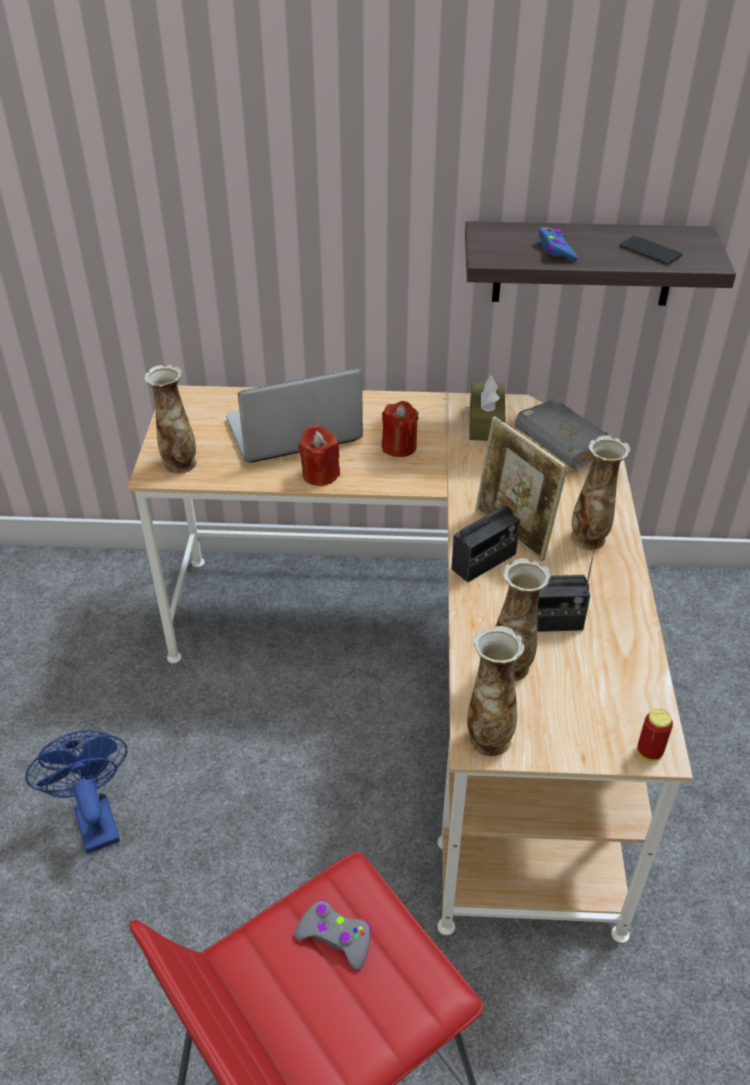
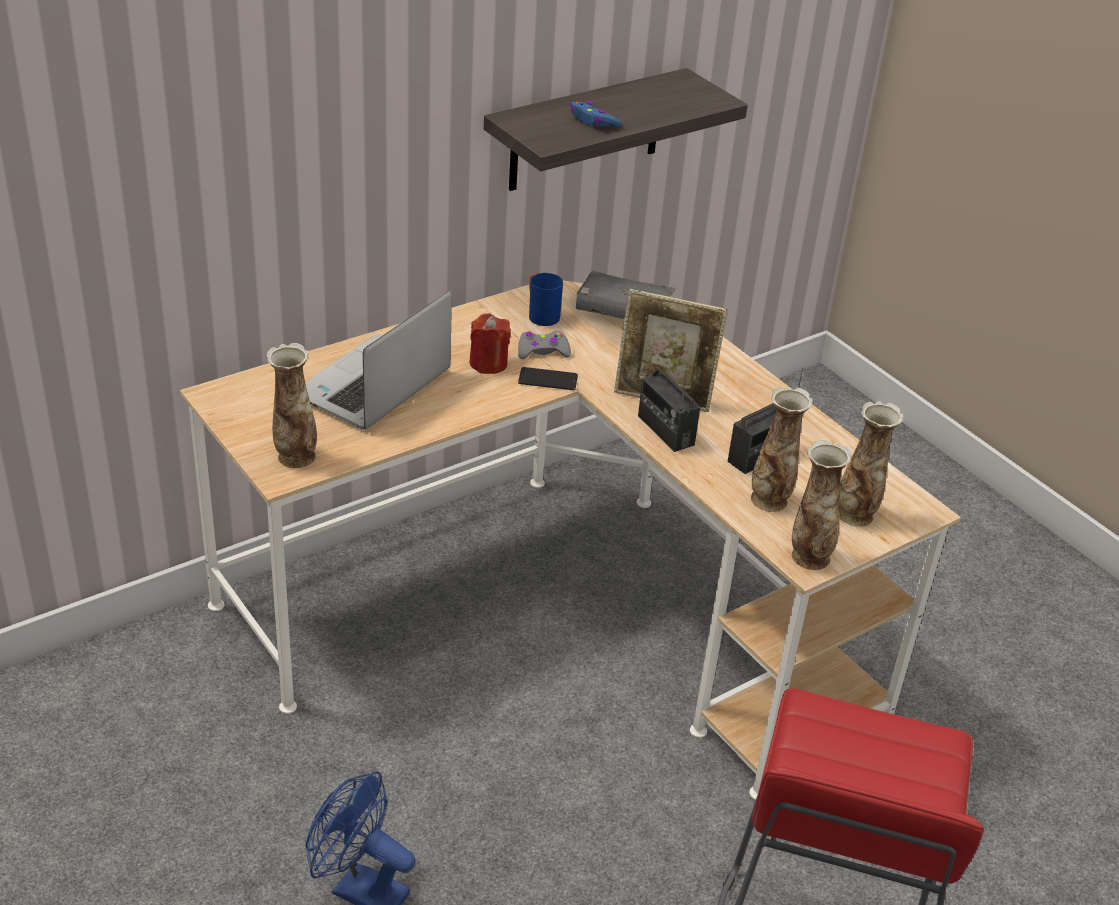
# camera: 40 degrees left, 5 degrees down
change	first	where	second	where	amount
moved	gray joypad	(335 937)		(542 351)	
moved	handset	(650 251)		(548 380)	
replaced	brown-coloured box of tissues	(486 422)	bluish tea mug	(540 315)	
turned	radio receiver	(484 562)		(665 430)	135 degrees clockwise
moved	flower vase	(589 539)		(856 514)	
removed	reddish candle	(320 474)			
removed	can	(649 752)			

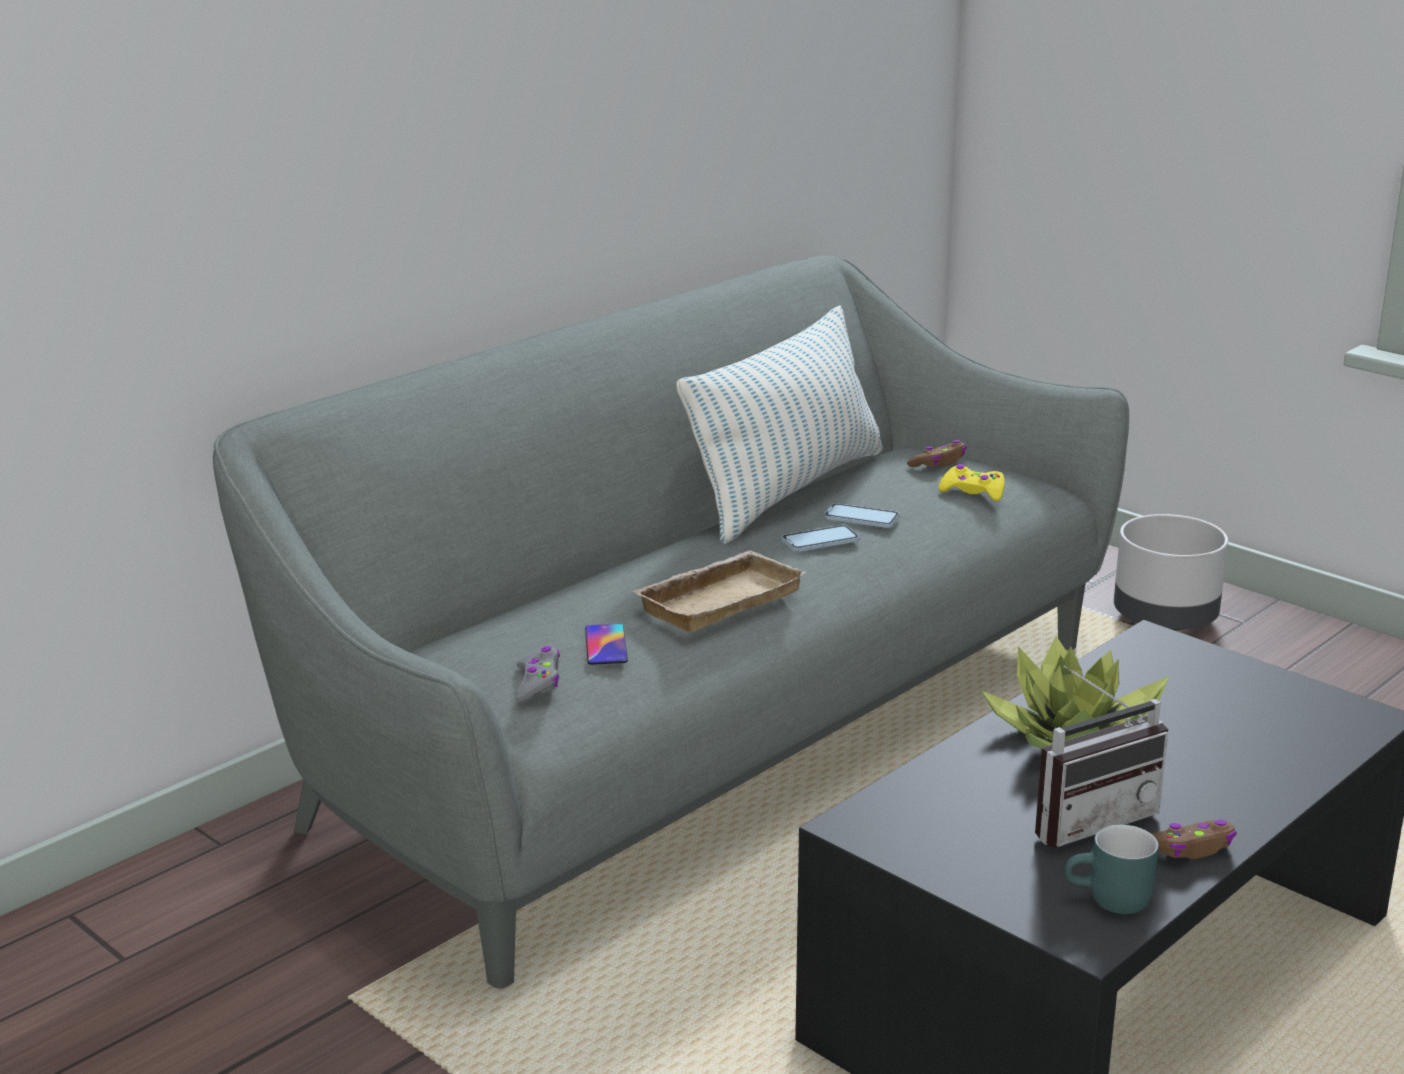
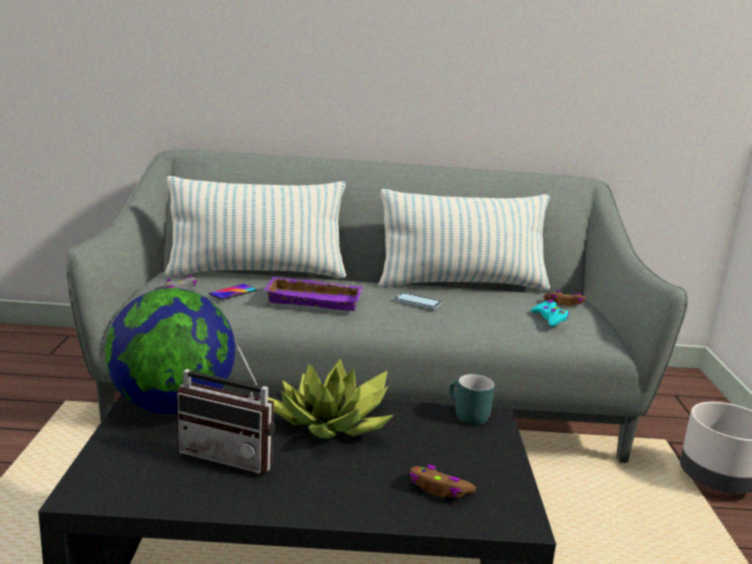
# camera: 45 degrees right, 5 degrees down
change	first	where	second	where	amount
added			desk globe	(172 406)	
added			pillow	(257 273)	
recoloured	beige serving tray	(718 599)	purple-coloured serving tray	(315 299)	
moved	brown-coloured joypad	(1190 848)		(439 489)	
moved	turquoise-coloured tea mug	(1110 901)		(466 416)	
recoloured	yellowish joypad	(973 491)	turquoise-coloured joypad	(549 318)	
removed	handset	(861 518)			

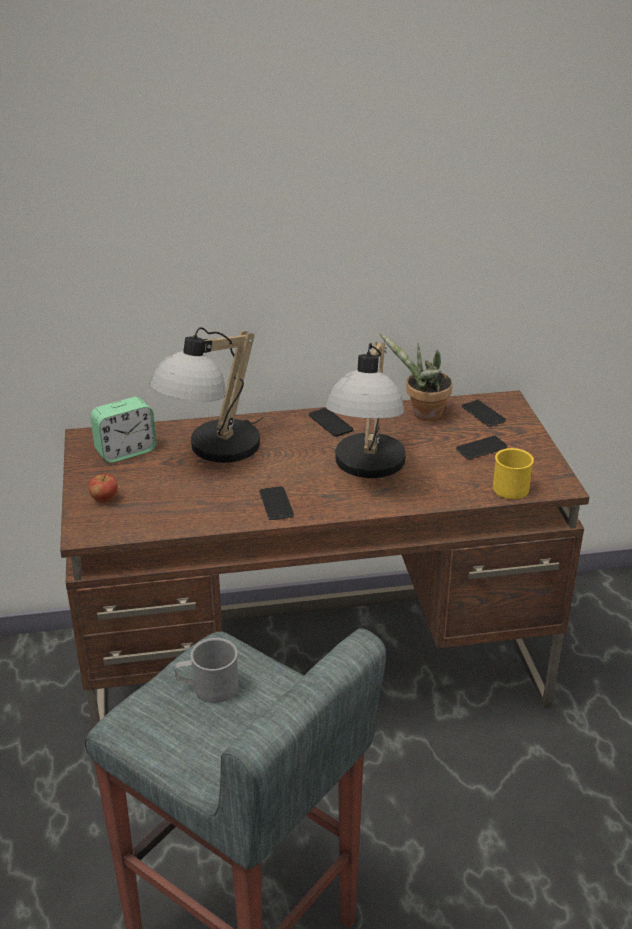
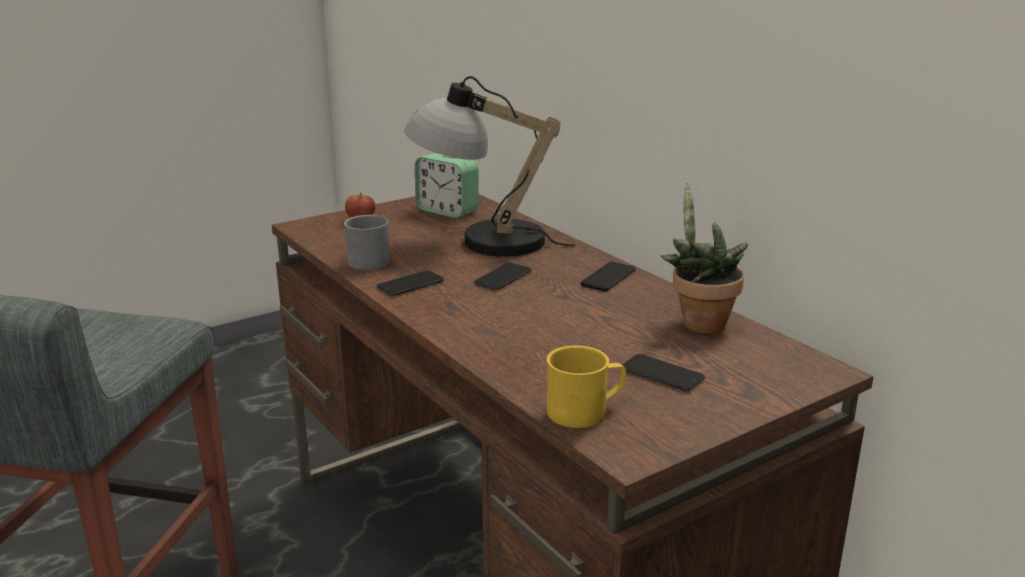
# camera: 65 degrees right, 10 degrees down
change	first	where	second	where	amount
moved	gray tea mug	(208 687)		(366 260)	
moved	handset	(483 414)		(503 277)	
removed	table lamp	(367 470)			

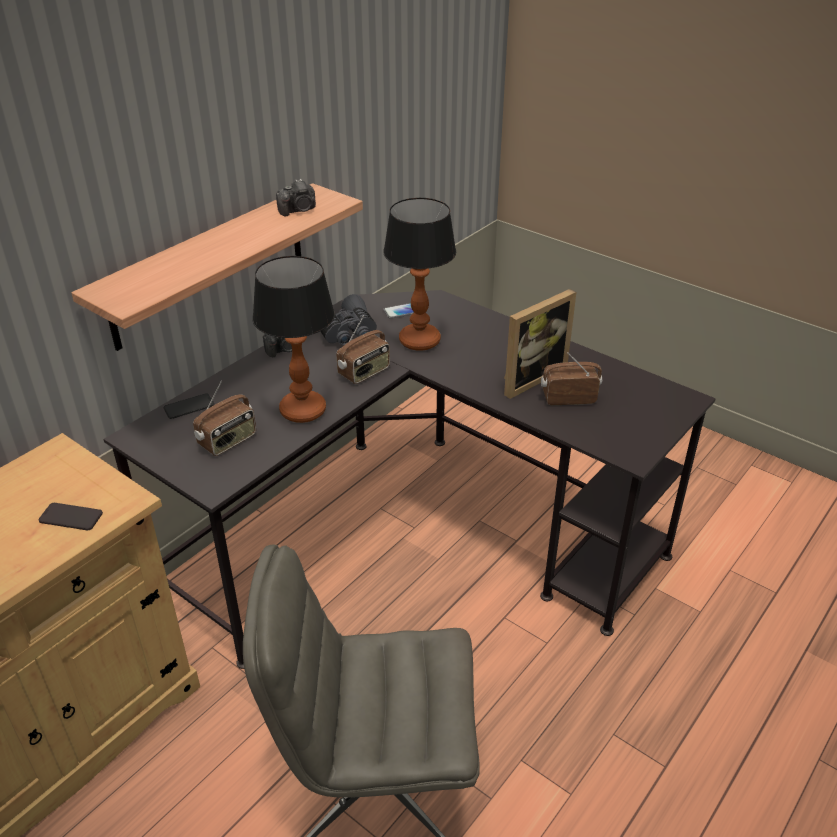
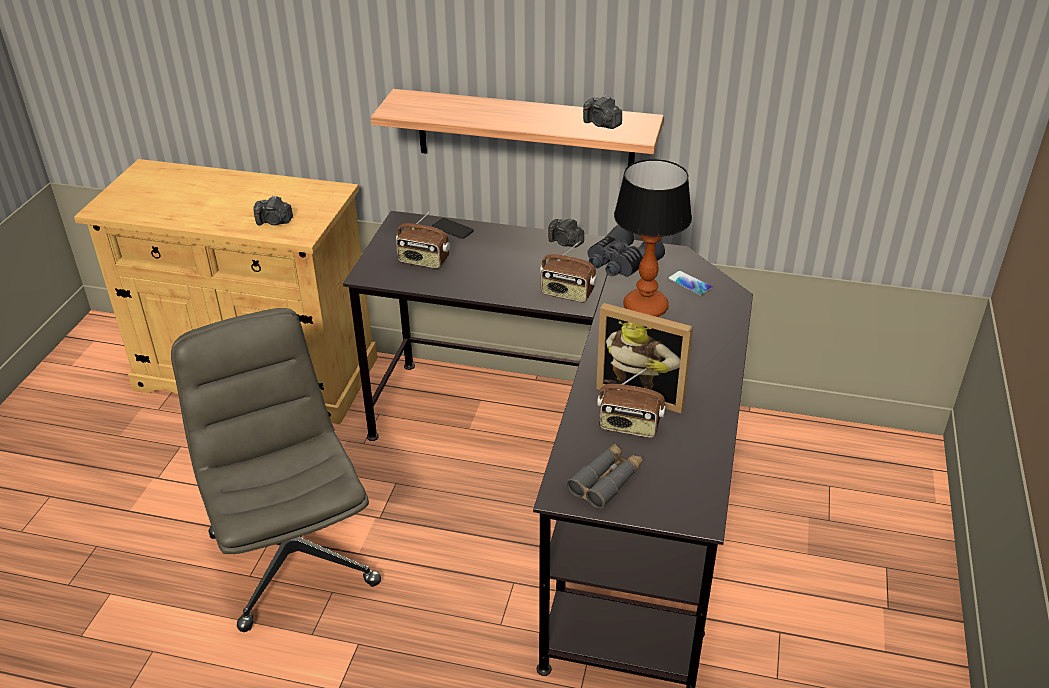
# camera: 65 degrees right, 0 degrees up
change	first	where	second	where	amount
replaced	handset	(71 517)	photo camera	(274 222)	
added			gray binoculars	(606 481)	
turned	radio receiver	(568 398)		(629 426)	135 degrees clockwise
removed	table lamp	(303 410)			

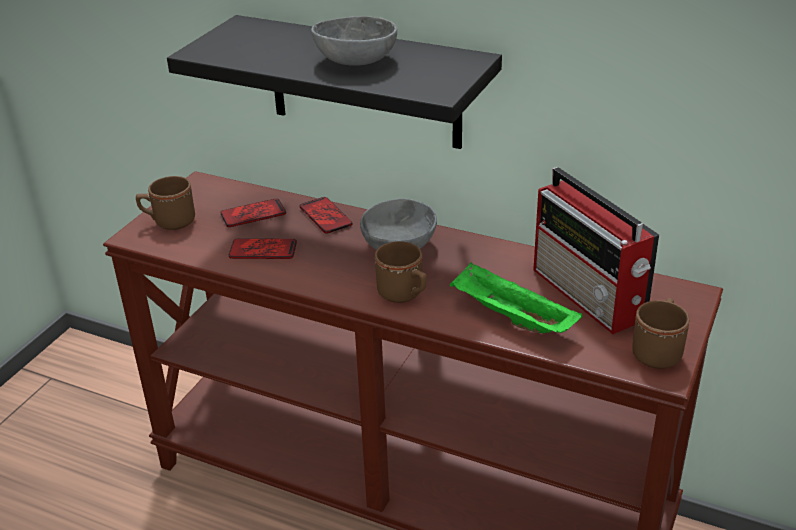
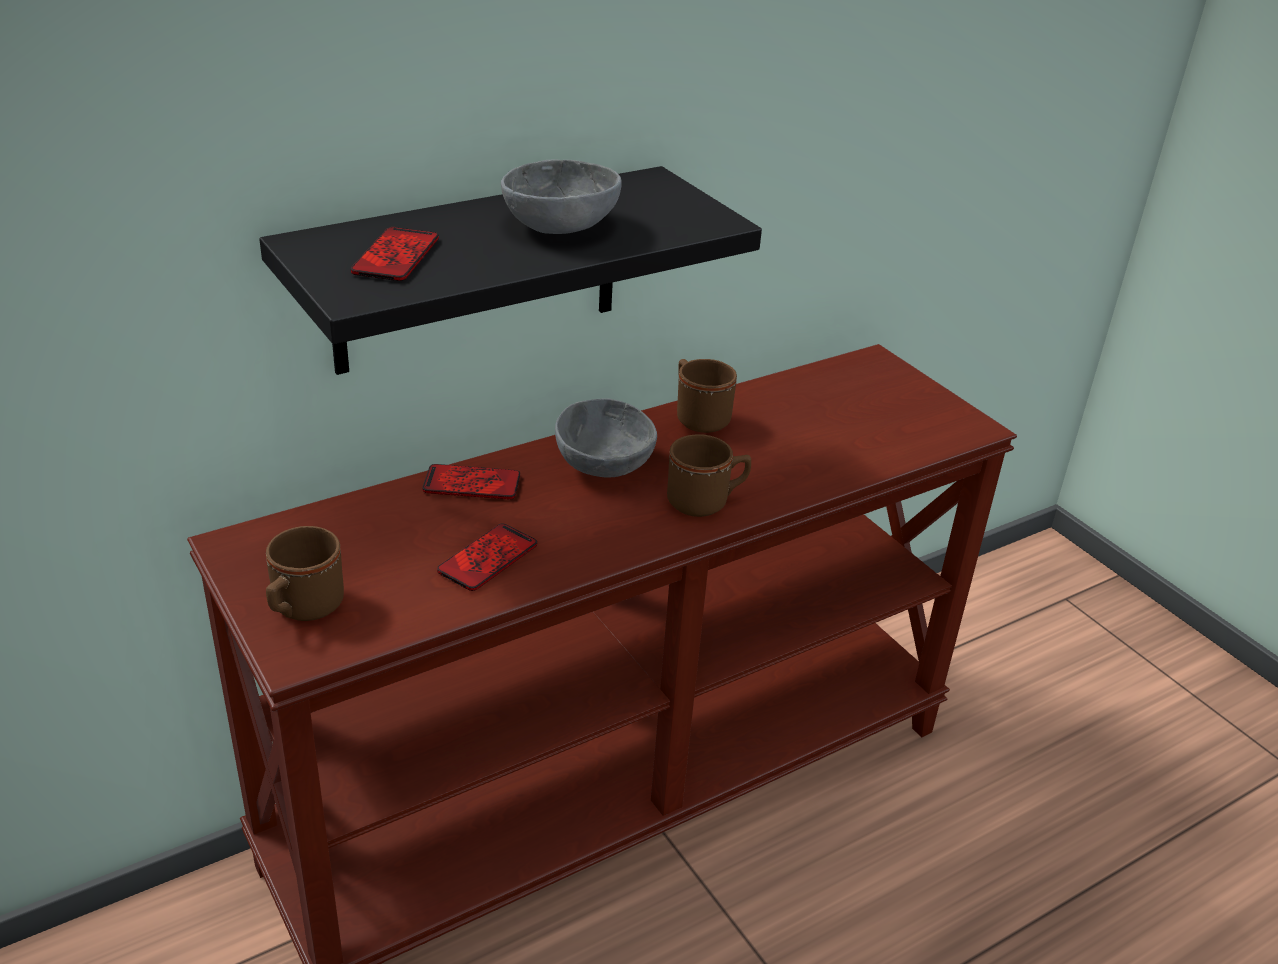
# camera: 60 degrees left, 0 degrees up
change	first	where	second	where	amount
moved	handset	(253 214)		(396 256)	
moved	brown-coloured tea mug	(658 350)		(698 416)	
removed	green-coloured serving tray	(510 318)			
removed	radio receiver	(589 296)			

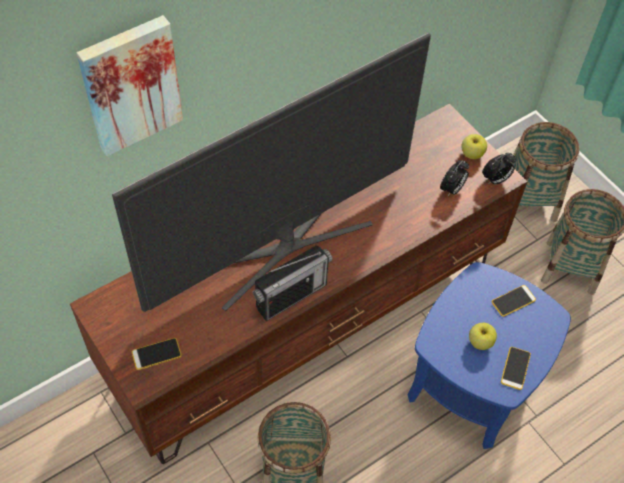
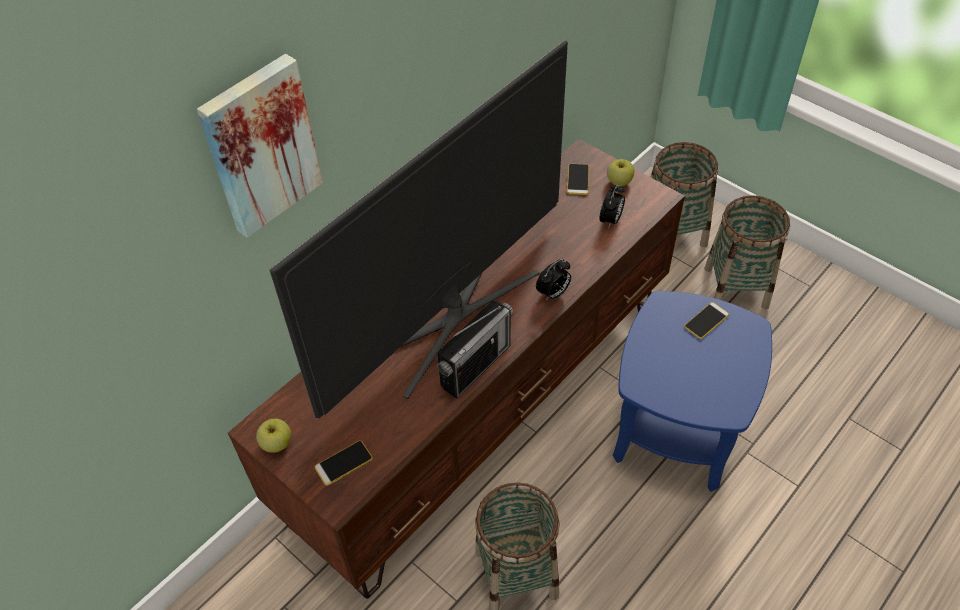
# camera: 10 degrees left, 5 degrees down
change	first	where	second	where	amount
moved	apple fruit	(480 342)		(276 443)	
moved	table clock	(495 180)		(553 293)	
moved	handset	(515 368)		(578 179)	

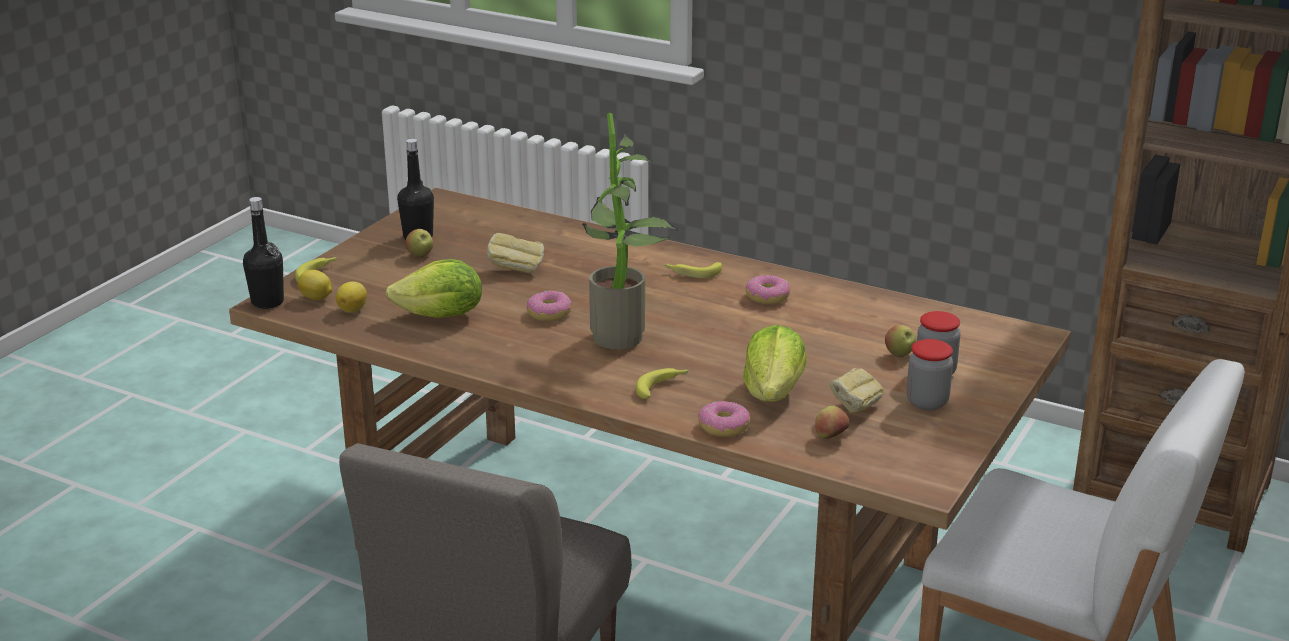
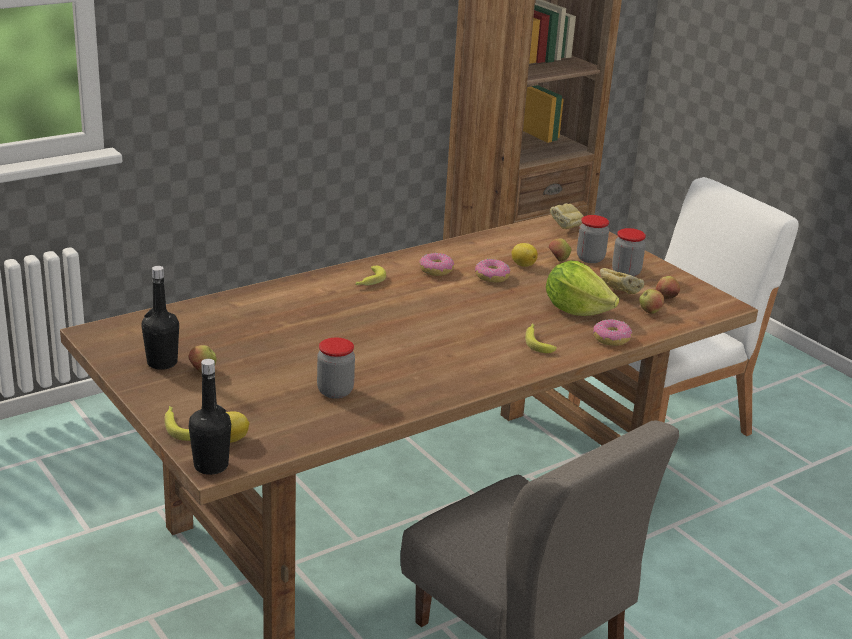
# camera: 65 degrees left, 0 degrees up
change	first	where	second	where	amount
replaced	lettuce head	(441 316)	preserve jar	(335 391)	
moved	doughnut	(549 313)		(491 277)	
moved	citrus fruit	(353 309)		(522 264)	
moved	bread	(516 270)		(565 228)	
added			apple fruit	(666 299)	
removed	plant in a pot	(626 338)			

